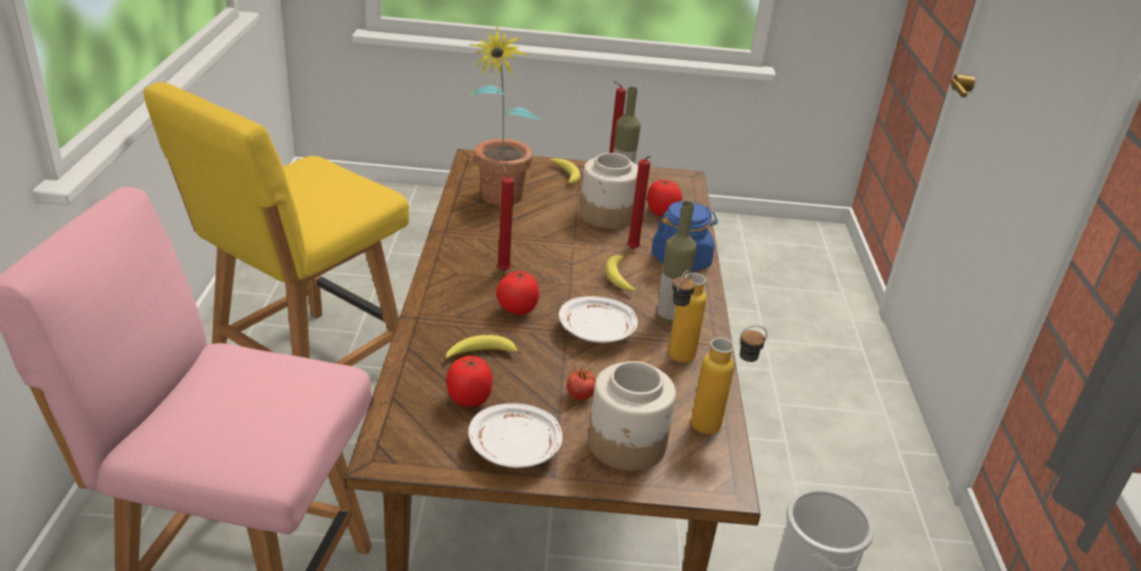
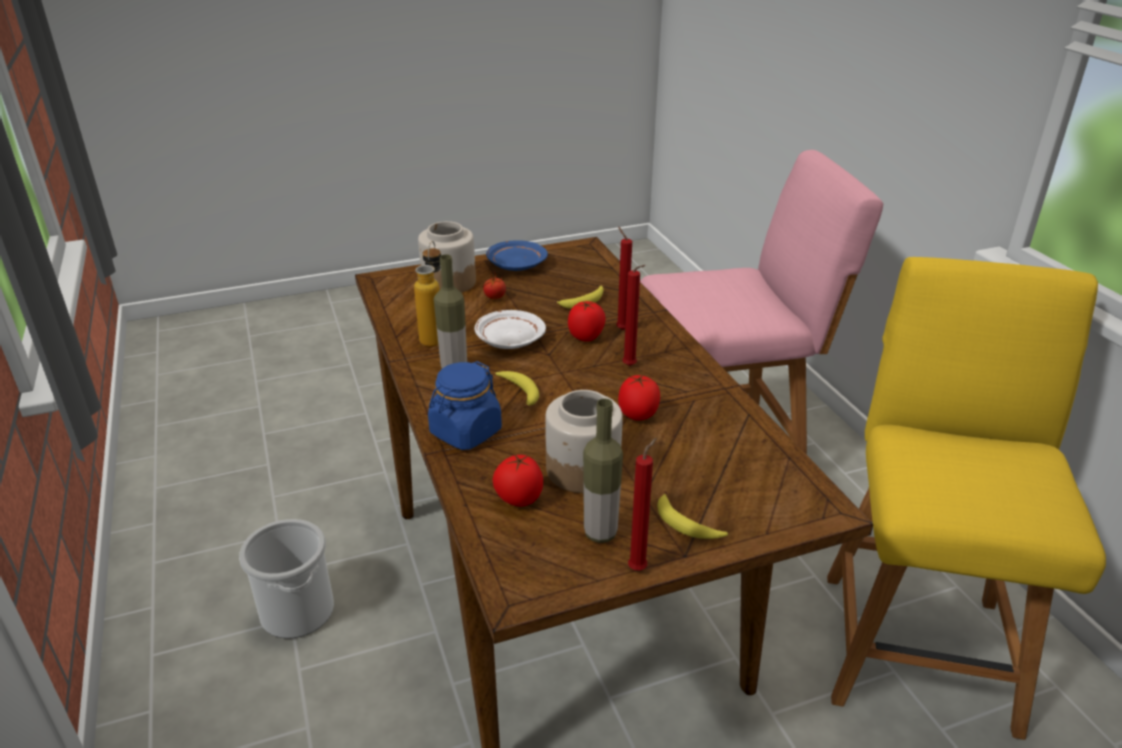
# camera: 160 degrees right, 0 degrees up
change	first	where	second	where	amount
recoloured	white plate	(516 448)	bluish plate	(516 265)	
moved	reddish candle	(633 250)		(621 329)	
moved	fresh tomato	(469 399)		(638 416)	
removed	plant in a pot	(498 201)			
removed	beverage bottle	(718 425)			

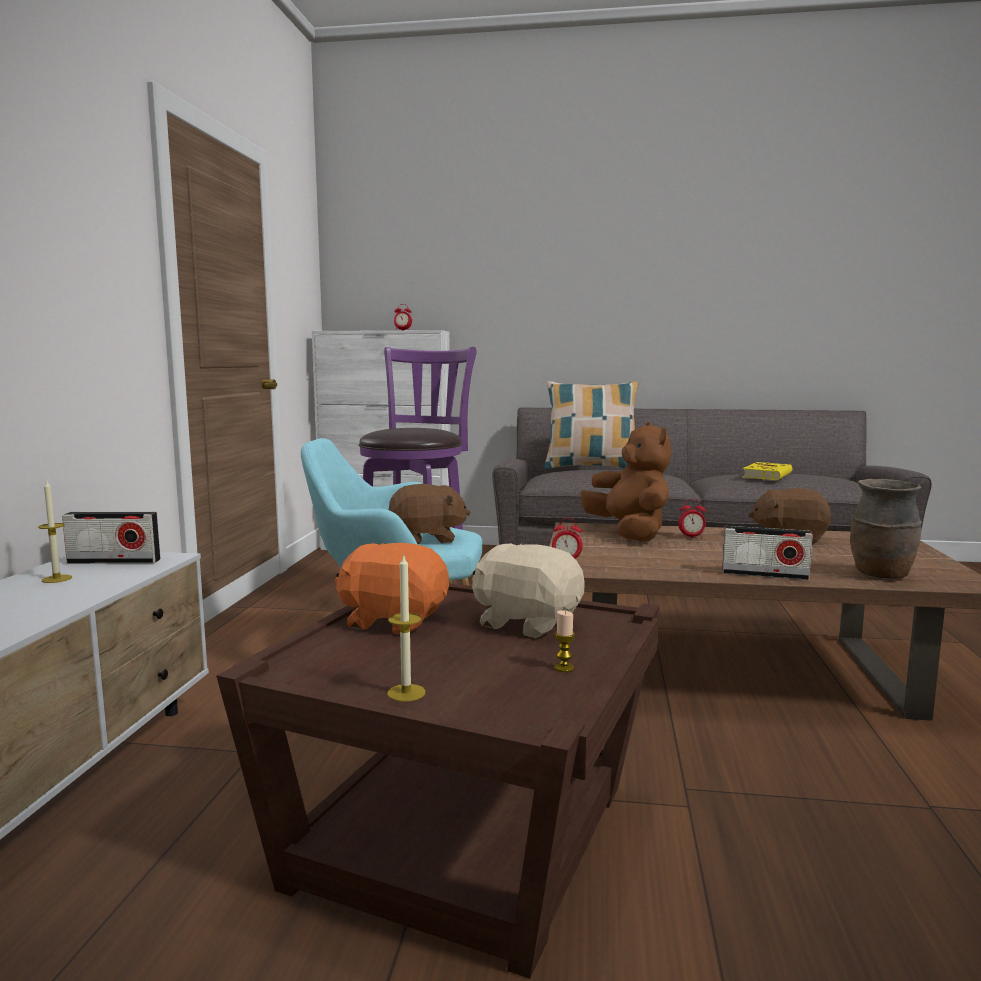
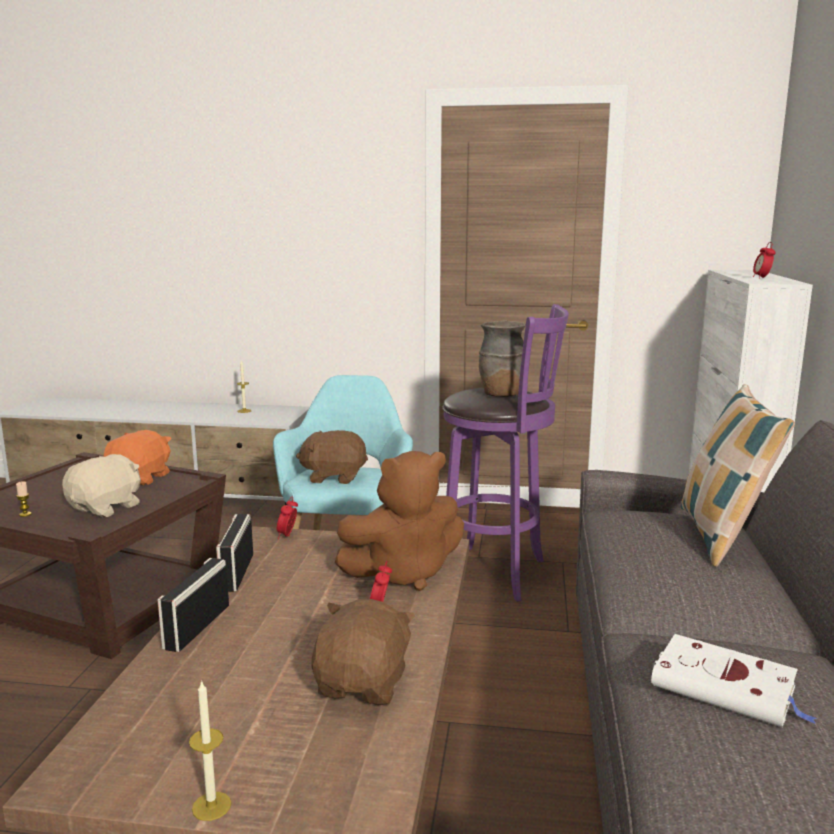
# camera: 90 degrees right, 5 degrees up
change	first	where	second	where	amount
moved	candle	(406 693)		(211 806)	
moved	radio receiver	(114 561)		(237 572)	
turned	brown-coloured soft toy	(427 539)		(334 477)	105 degrees clockwise
moved	brown-coloured flower vase	(881 575)		(501 395)	
recoloured	yellowish bound book	(767 475)	white bound book	(727 688)	

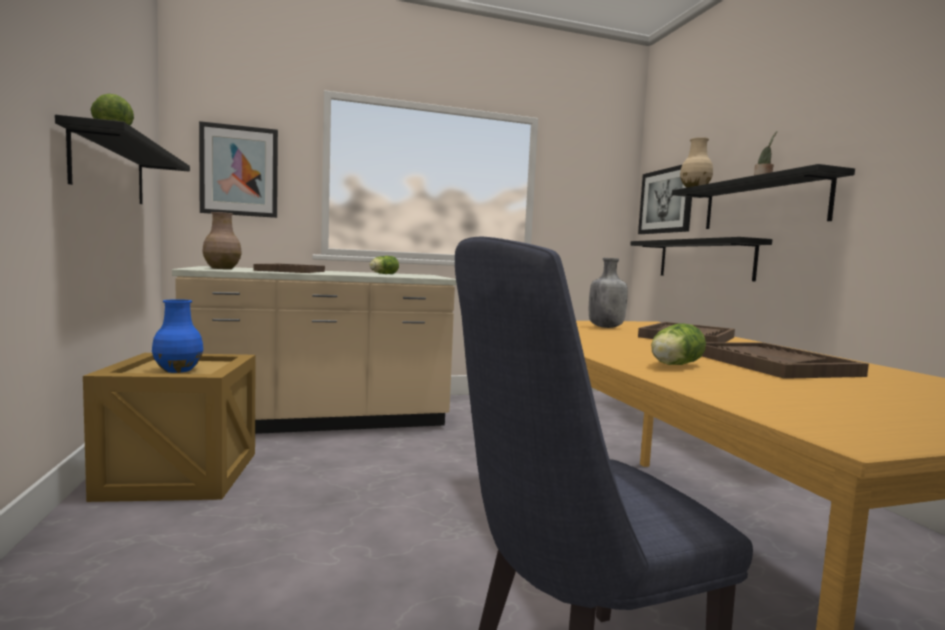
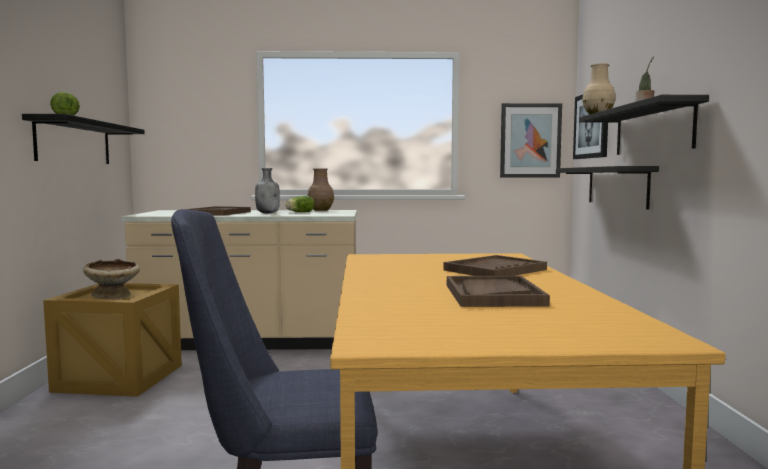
# camera: 15 degrees right, 0 degrees up
change	first	where	second	where	amount
replaced	bluish flower vase	(178 370)	beige serving bowl	(113 296)	
moved	gray beverage bottle	(606 327)		(268 213)	
moved	brown-coloured flower vase	(221 268)		(320 210)	
moved	picture	(239 171)		(530 140)	
removed	lettuce head	(673 365)			

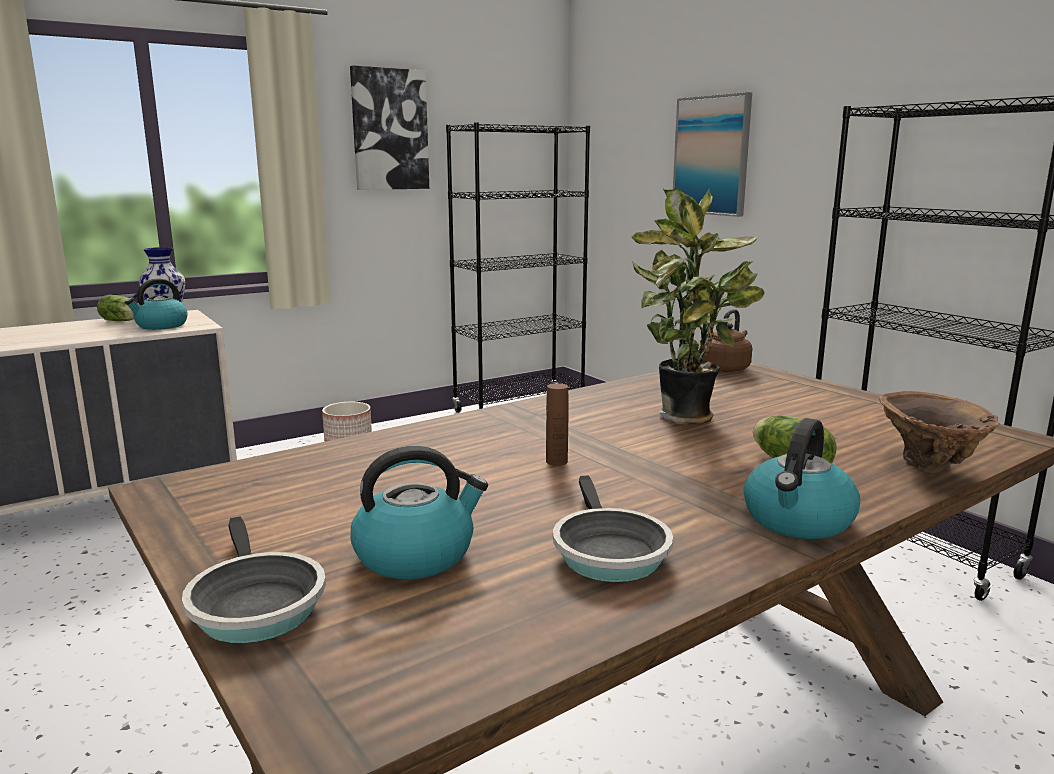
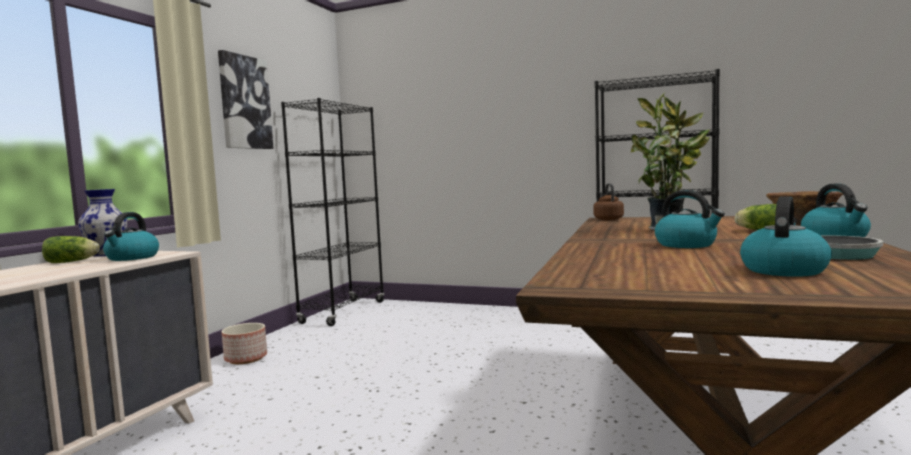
# camera: 35 degrees left, 10 degrees down
change	first	where	second	where	amount
replaced	brown-coloured beverage bottle	(556 461)	water kettle	(687 245)	
removed	skillet	(254 605)			
removed	picture	(712 155)			

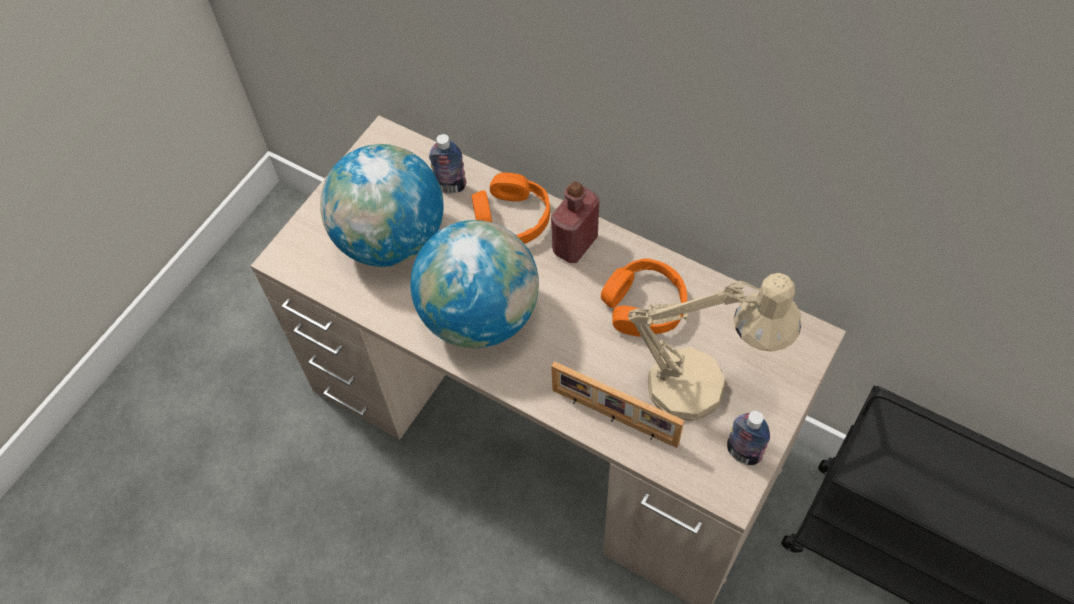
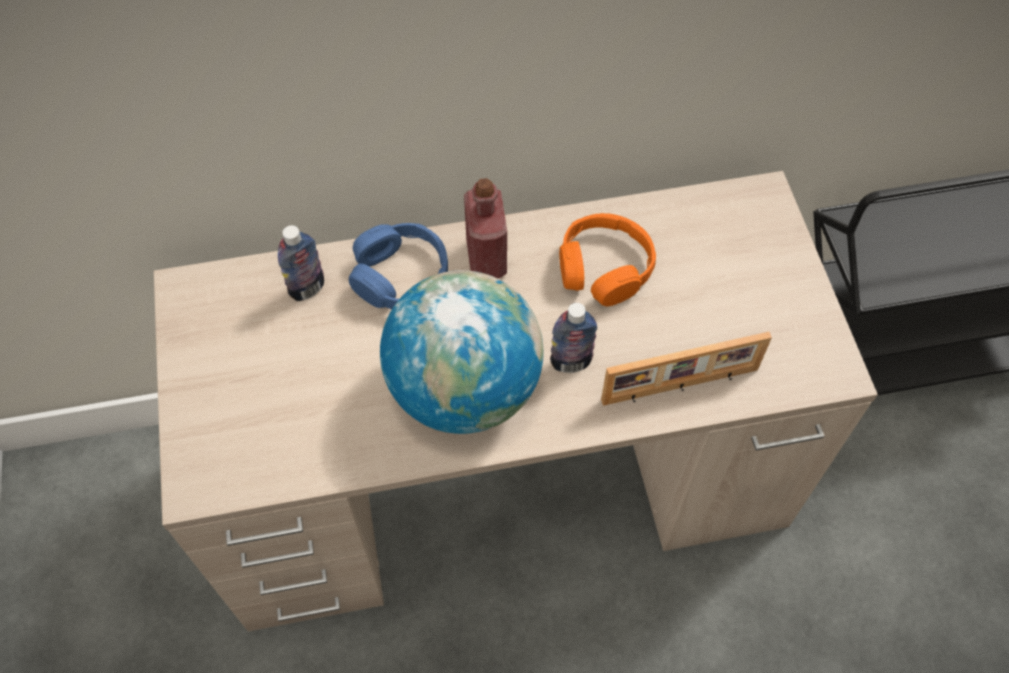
# camera: 45 degrees left, 0 degrees up
change	first	where	second	where	amount
recoloured	orange-coloured pair of headphones	(511 218)	bluish pair of headphones	(401 276)	
moved	beverage bottle	(743 453)		(571 362)	
removed	desk globe	(391 239)			
removed	beige table lamp	(703 387)			

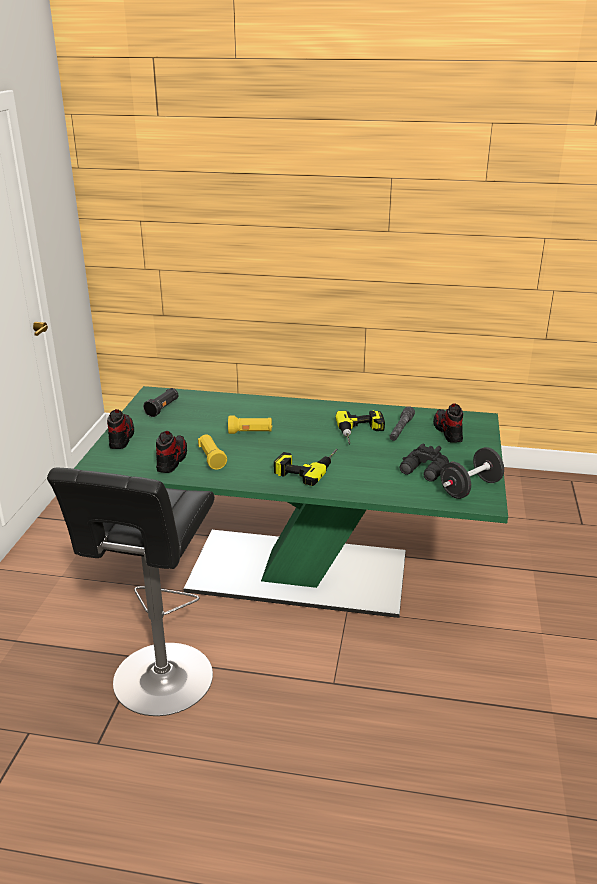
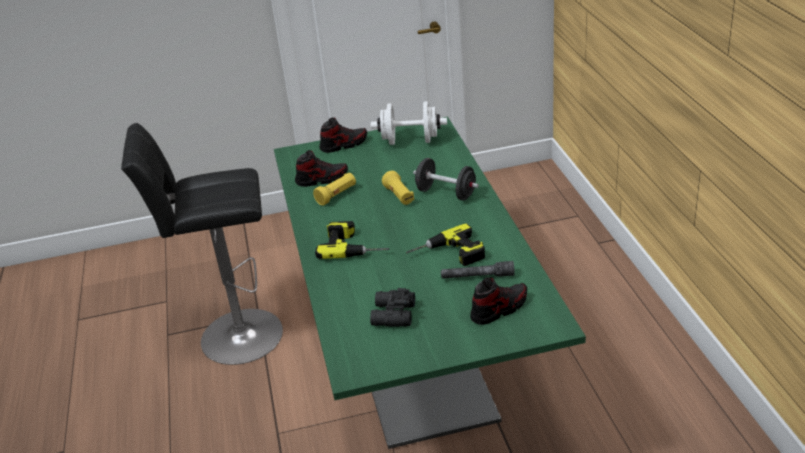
# camera: 70 degrees right, 5 degrees up
change	first	where	second	where	amount
replaced	blackish hand torch	(162 408)	white hand weight	(410 141)	
moved	blackish hand weight	(470 488)		(446 193)	

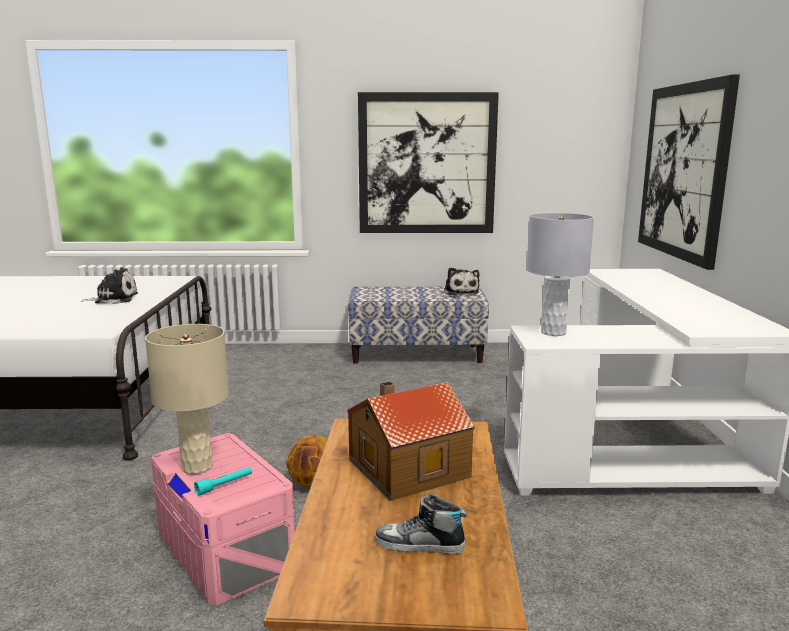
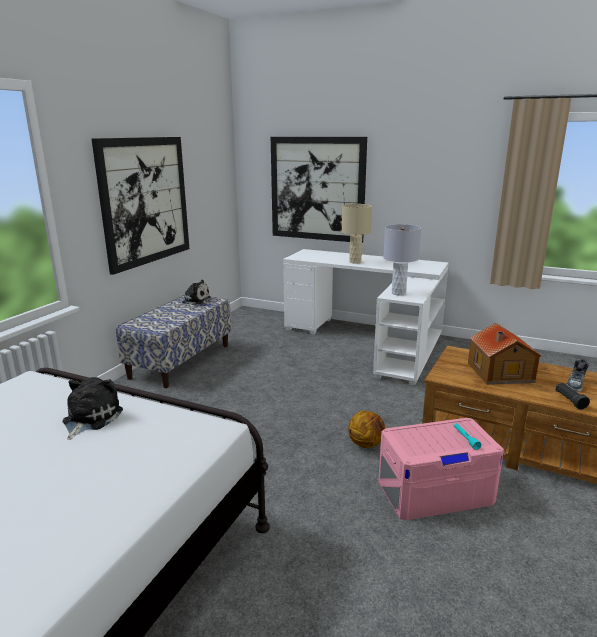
# camera: 65 degrees left, 5 degrees up
change	first	where	second	where	amount
moved	beige table lamp	(197 467)		(355 262)	
added			blackish hand torch	(570 401)	

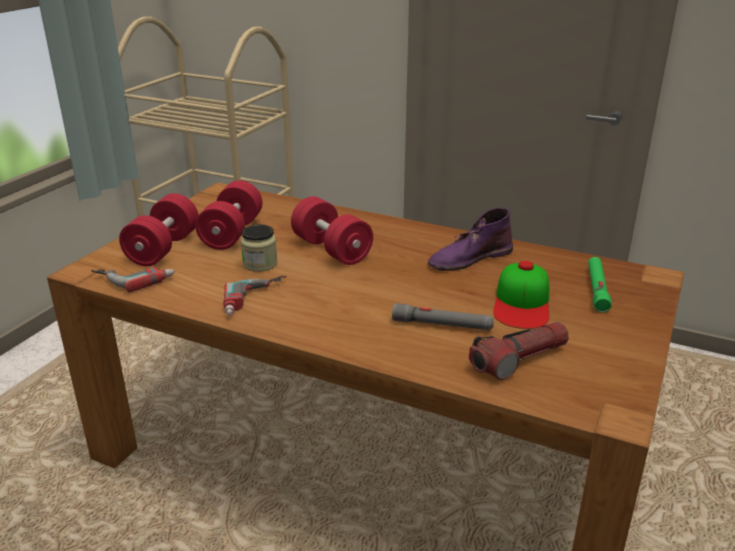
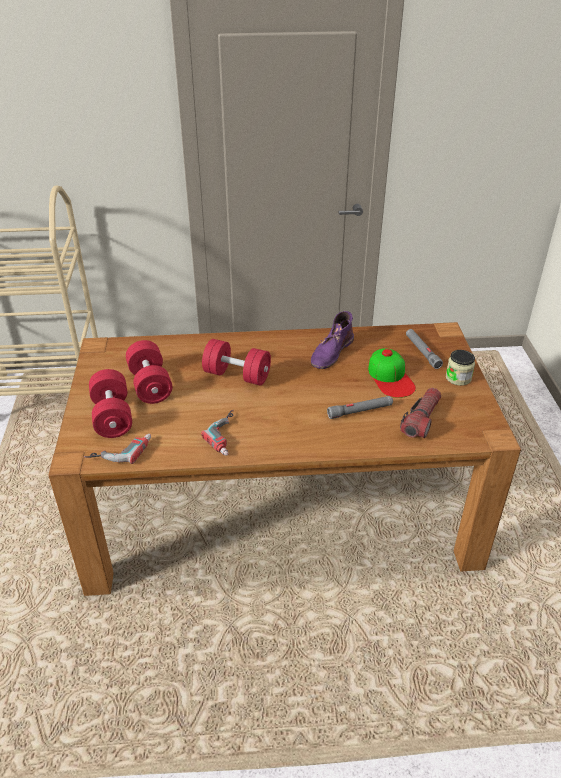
# camera: 30 degrees left, 10 degrees up
change	first	where	second	where	amount
recoloured	green-coloured hand torch	(597 289)	gray hand torch	(422 352)	
moved	preserve jar	(260 264)		(458 378)	

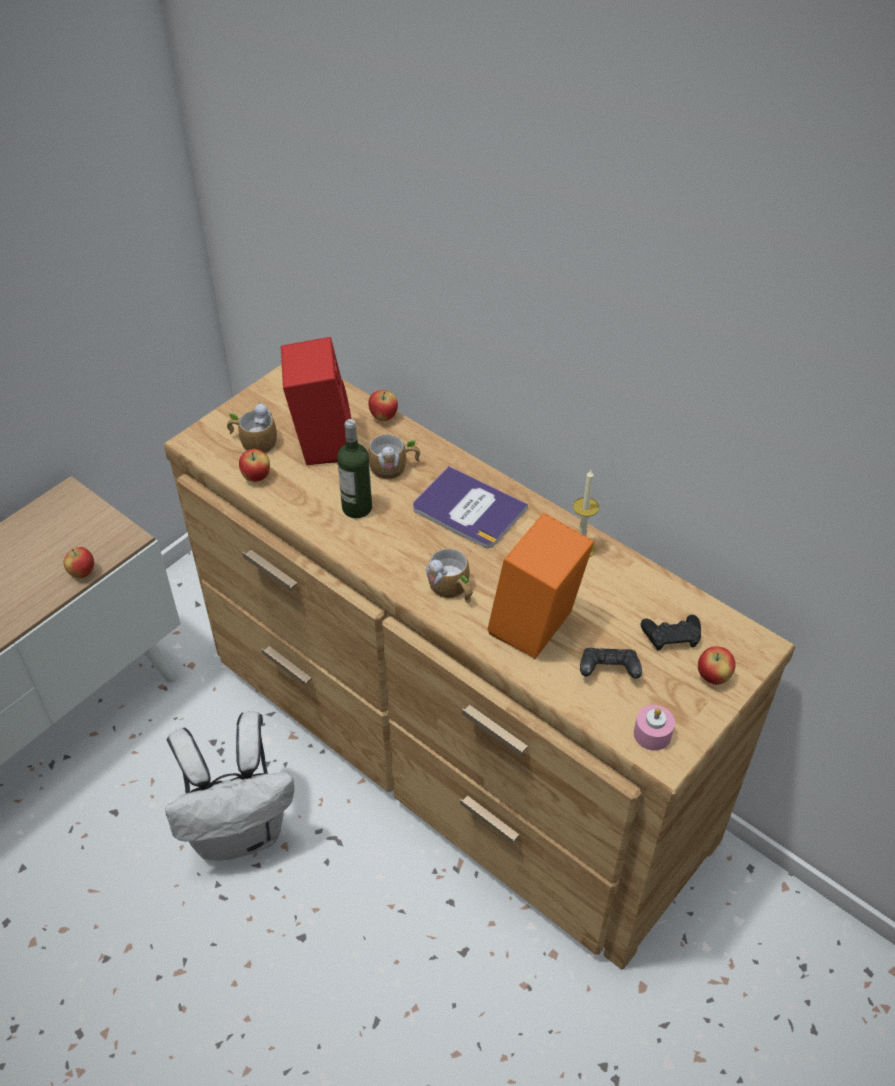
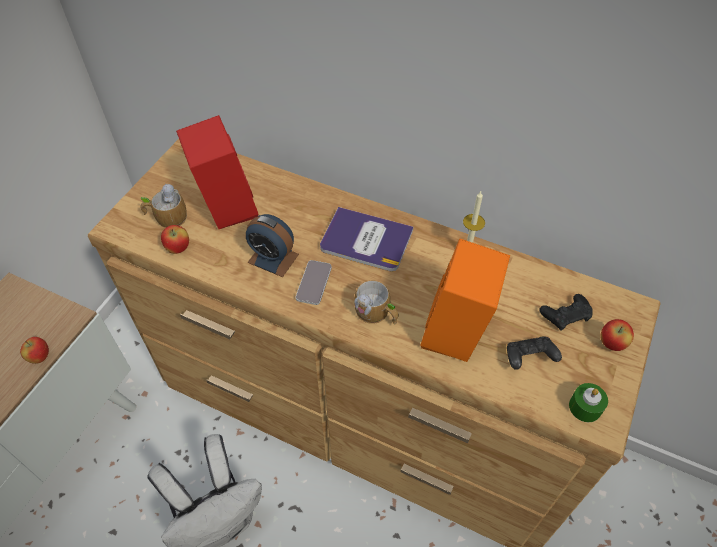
# camera: 15 degrees left, 5 degrees up
change	first	where	second	where	amount
replaced	beverage bottle	(357 508)	table clock	(273 258)	
added			handset	(314 283)	
recoloured	pink-coloured candle	(652 734)	green-coloured candle	(585 407)	
removed	apple fruit	(383 417)			
removed	tea mug	(394 467)			

